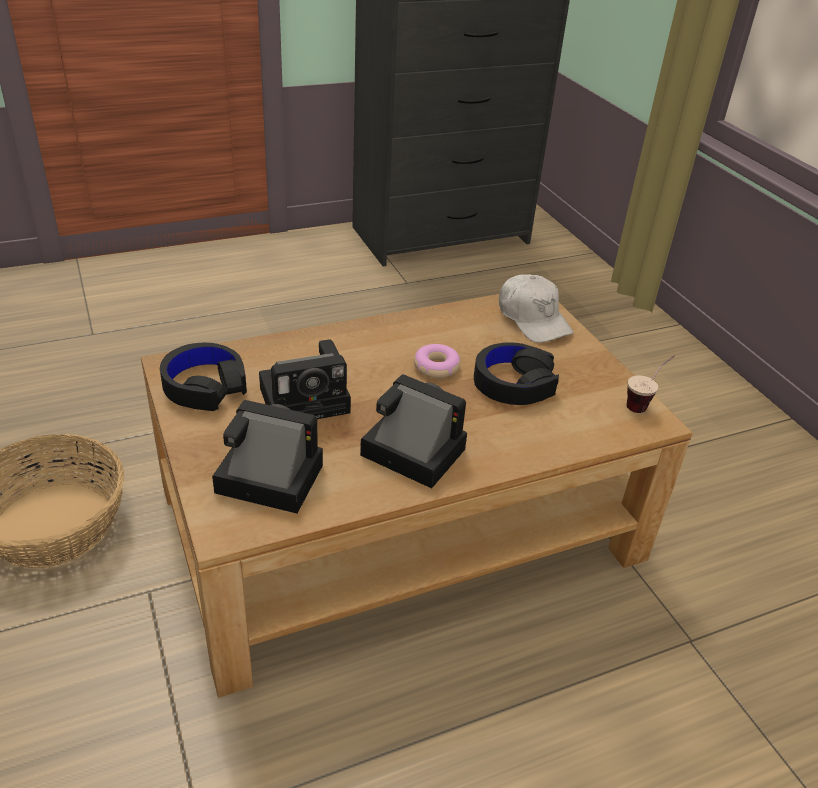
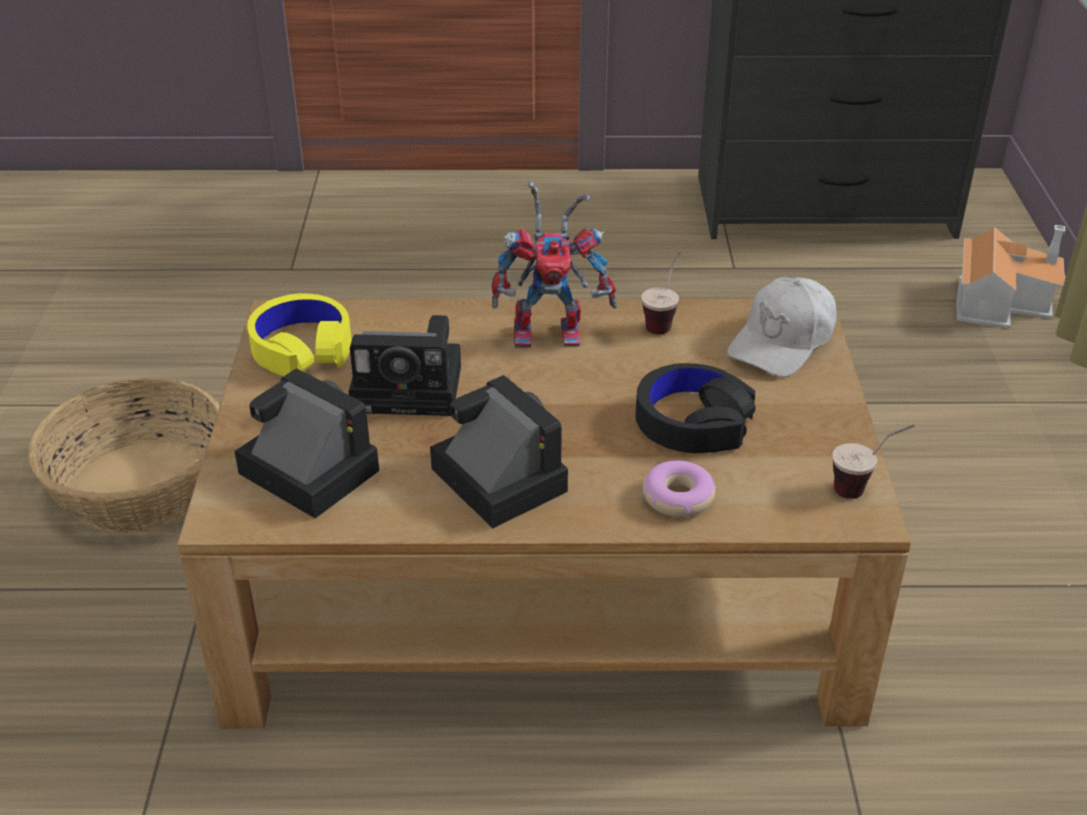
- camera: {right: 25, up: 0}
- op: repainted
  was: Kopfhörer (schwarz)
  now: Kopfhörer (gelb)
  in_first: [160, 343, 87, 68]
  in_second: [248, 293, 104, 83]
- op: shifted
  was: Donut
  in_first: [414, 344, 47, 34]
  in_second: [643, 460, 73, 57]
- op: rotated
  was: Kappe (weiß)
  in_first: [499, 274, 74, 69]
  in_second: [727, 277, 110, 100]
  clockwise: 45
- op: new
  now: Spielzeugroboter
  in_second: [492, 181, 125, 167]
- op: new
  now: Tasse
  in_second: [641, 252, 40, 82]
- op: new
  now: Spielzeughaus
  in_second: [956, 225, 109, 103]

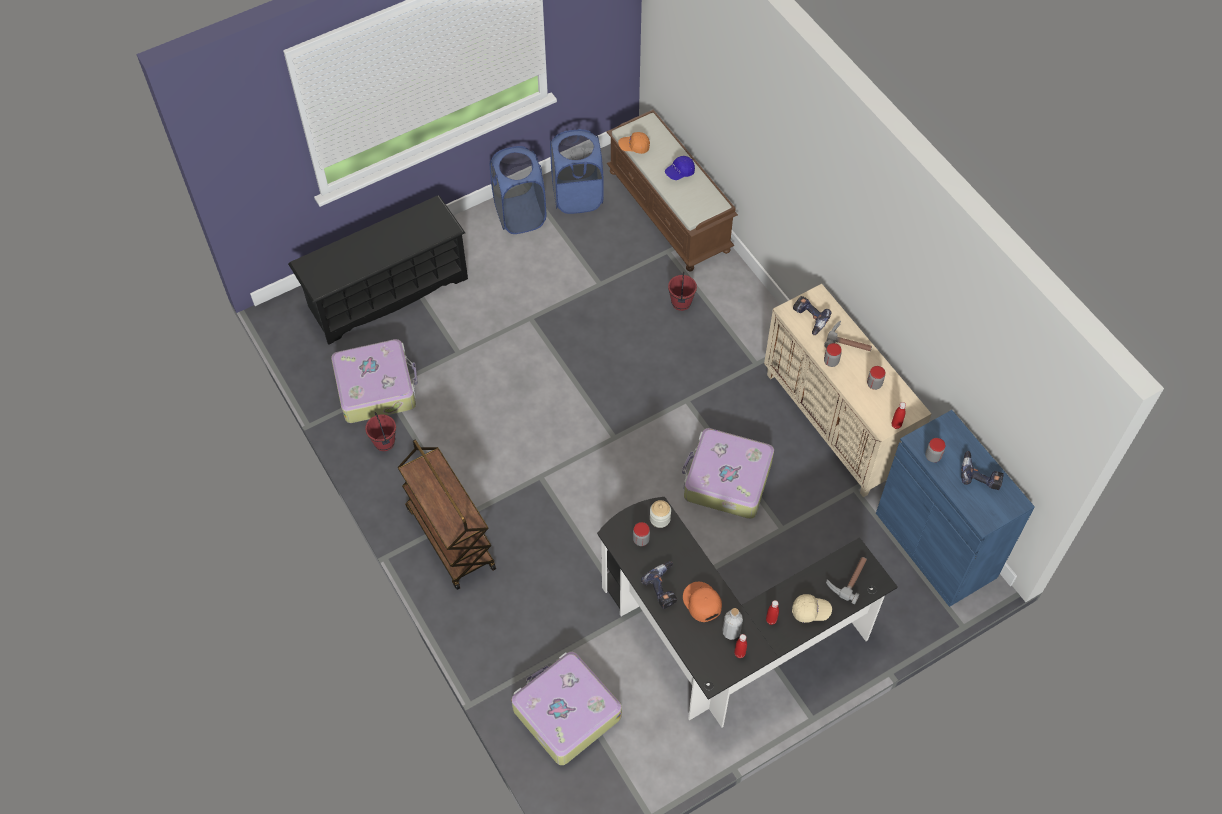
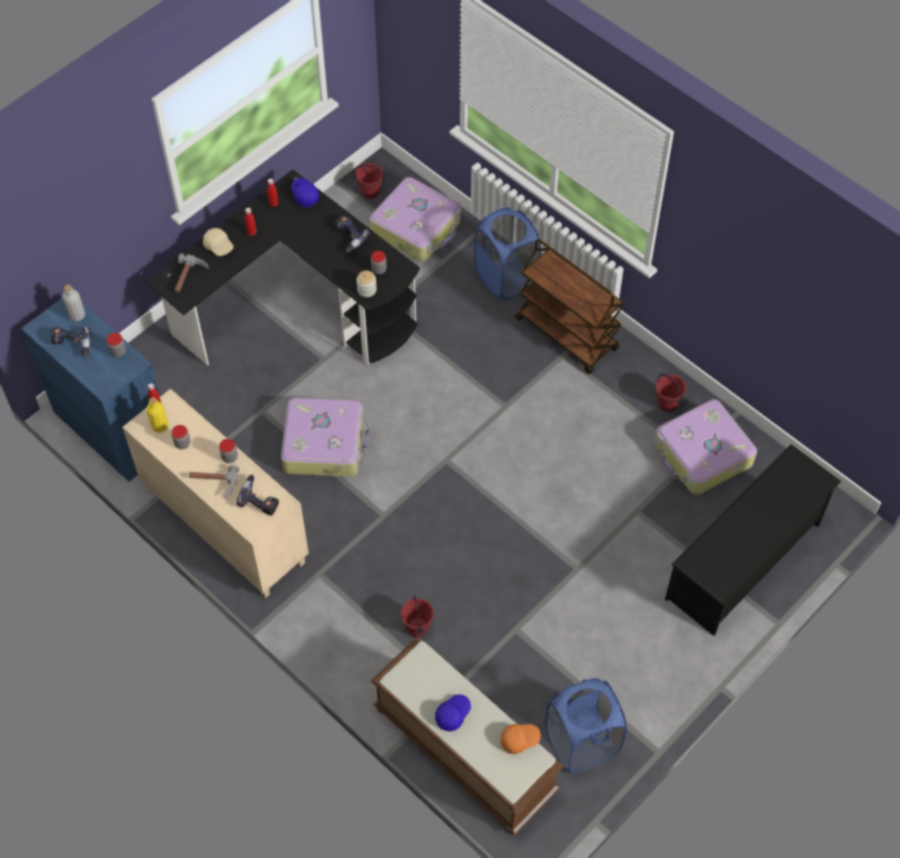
- camera: {right: 165, up: 0}
- op: shifted
  was: Wäschekorb (blau)
  in_first: [490, 146, 56, 88]
  in_second: [474, 207, 67, 93]
- op: gone
  was: Kappe (orange)
  in_first: [683, 582, 39, 40]
- op: shifted
  was: Flasche (grau)
  in_first: [722, 608, 21, 32]
  in_second: [62, 285, 23, 36]
- op: rotated
  was: Kappe (beige)
  in_first: [792, 594, 40, 29]
  in_second: [203, 228, 31, 28]
  clockwise: -120
- op: new
  now: Flasche (gelb)
  in_second: [147, 397, 21, 36]
- op: new
  now: Kappe (blau)
  in_second: [291, 178, 28, 29]
- op: new
  now: Eimer (rot)
  in_second: [354, 163, 32, 36]

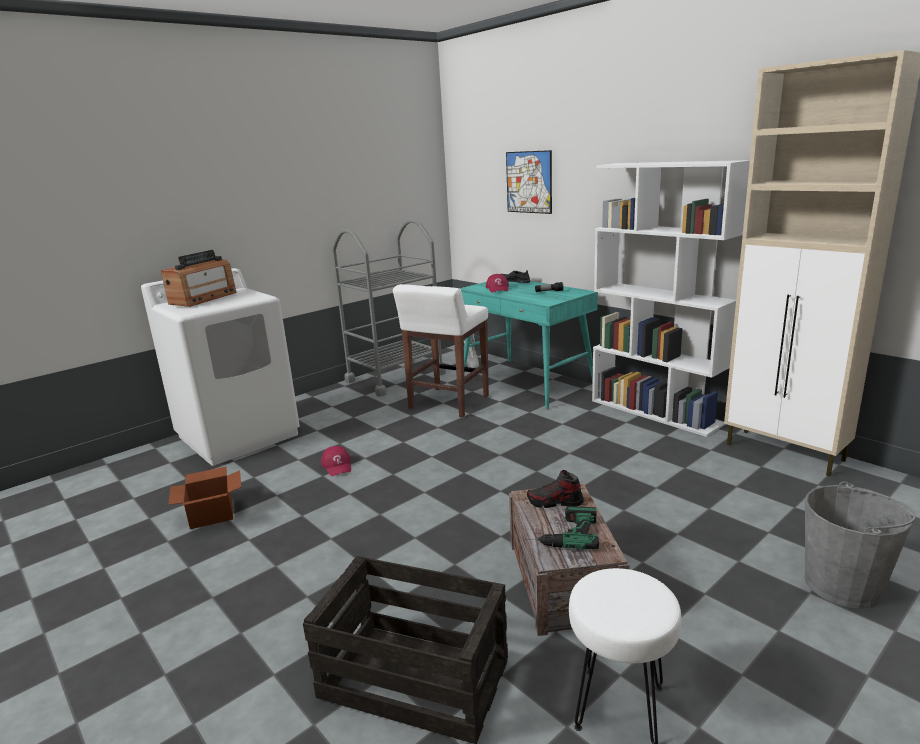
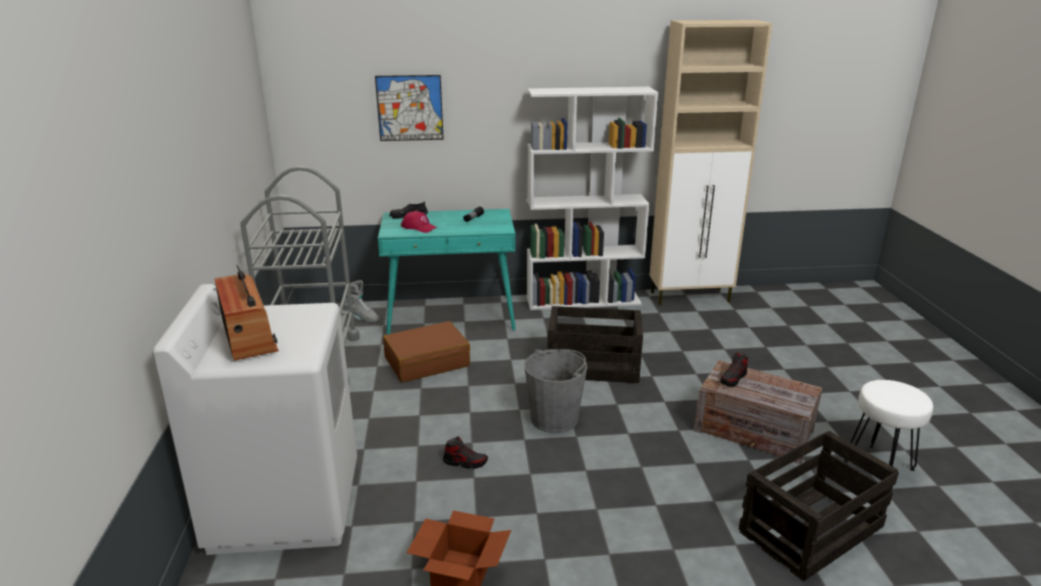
- camera: {right: -55, up: 5}
- op: swapped
  was: Kappe (rot)
  now: Schuh
  in_first: [321, 446, 30, 30]
  in_second: [443, 437, 45, 32]
- op: swapped
  was: Hocker (weiß)
  now: Koffer (braun)
  in_first: [393, 284, 96, 133]
  in_second: [383, 321, 87, 62]
- op: gone
  was: Bohrmaschine
  in_first: [526, 506, 73, 43]
- op: shifted
  was: Eimer (grau)
  in_first: [804, 481, 112, 128]
  in_second: [524, 349, 63, 84]
- op: new
  now: Kiste
  in_second: [547, 306, 96, 77]

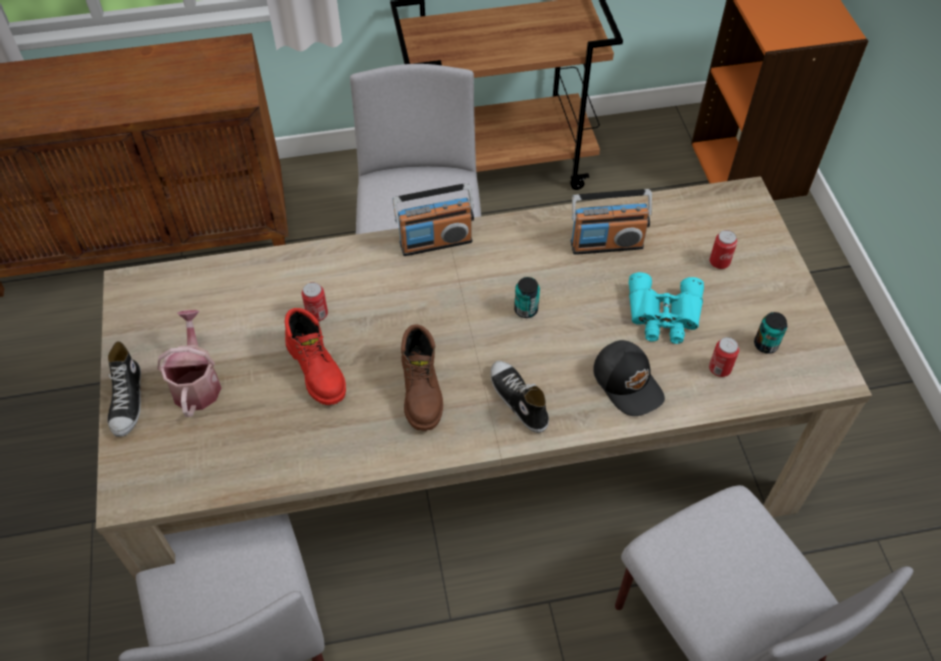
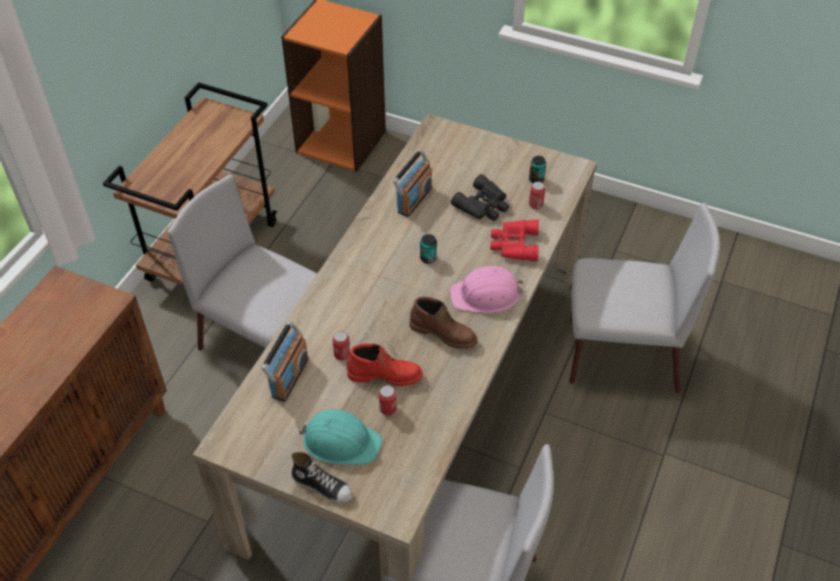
- camera: {right: -55, up: -5}
- op: swapped
  was: Gießkanne
  now: Schutzhelm (türkis)
  in_first: [157, 310, 64, 107]
  in_second: [298, 409, 84, 56]
- op: shifted
  was: Radio
  in_first: [392, 183, 82, 73]
  in_second: [261, 321, 48, 81]
- op: swapped
  was: Schuh
  now: Schutzhelm (rosa)
  in_first: [491, 361, 58, 72]
  in_second: [450, 266, 73, 47]
- op: swapped
  was: Kappe (schwarz)
  now: Fernglas (rot)
  in_first: [593, 340, 72, 76]
  in_second: [490, 220, 49, 41]
- op: repainted
  was: Fernglas (türkis)
  now: Fernglas (schwarz)
  in_first: [629, 272, 75, 72]
  in_second: [451, 174, 58, 47]
- op: shifted
  was: Dose
  in_first: [709, 230, 28, 39]
  in_second: [379, 385, 18, 30]

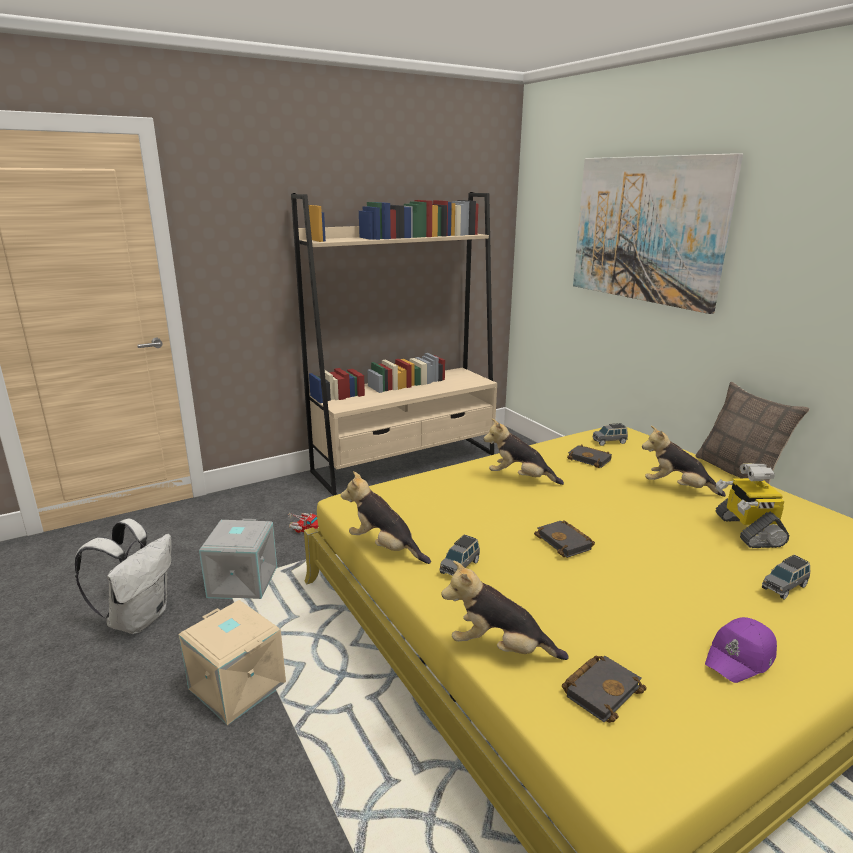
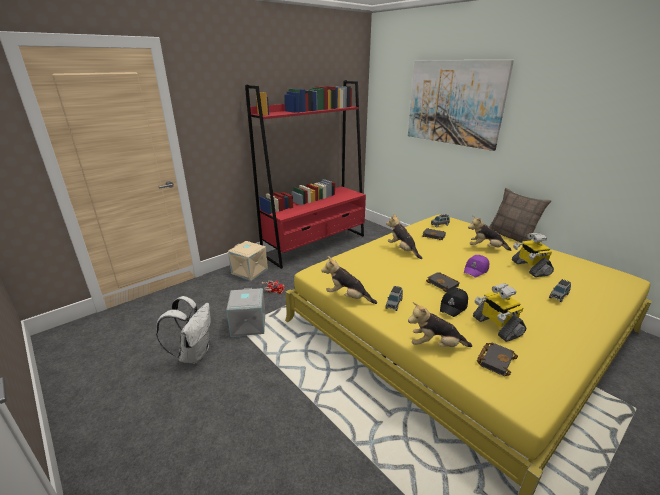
- camera: {right: -10, up: 5}
- op: shifted
  was: Aufbewahrungsbox (beige)
  in_first: [179, 600, 107, 125]
  in_second: [228, 241, 40, 40]
- op: repainted
  was: Bücherregal (beige)
  now: Bücherregal (rot)
  in_first: [291, 192, 206, 304]
  in_second: [245, 80, 121, 189]
- op: rotated
  was: Plüschtier
  in_first: [483, 419, 81, 66]
  in_second: [386, 213, 36, 46]
  clockwise: 45
- op: shifted
  was: Kappe (lila)
  in_first: [705, 617, 72, 66]
  in_second: [464, 255, 25, 22]
- op: new
  now: Kappe (schwarz)
  in_second: [440, 288, 28, 29]
- op: new
  now: Spielzeugroboter
  in_second: [473, 283, 53, 59]

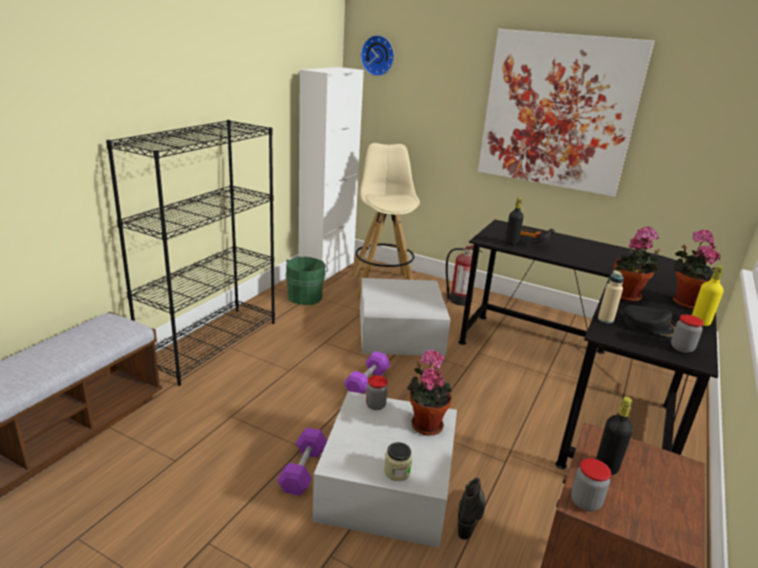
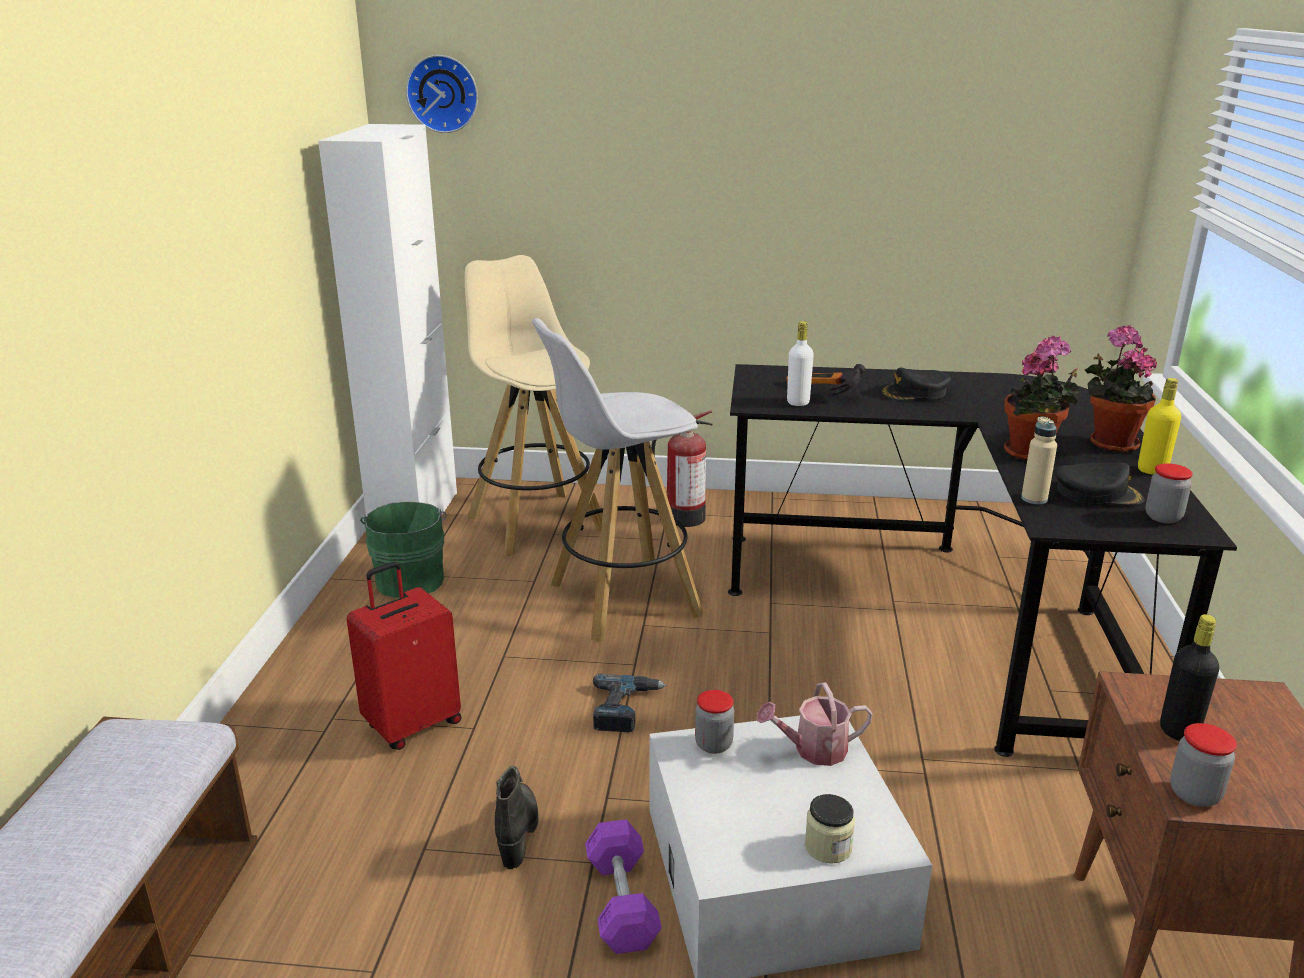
- camera: {right: -20, up: 0}
- op: gone
  was: Bücherregal (schwarz)
  in_first: [106, 120, 169, 266]
- op: swapped
  was: Hantel (lila)
  now: Bohrmaschine
  in_first: [344, 351, 46, 43]
  in_second: [593, 674, 73, 58]
- op: swapped
  was: Aufbewahrungsbox (weiß)
  now: Hocker (weiß)
  in_first: [360, 278, 91, 78]
  in_second: [532, 318, 171, 325]
- op: swapped
  was: Topfpflanze
  now: Gießkanne
  in_first: [407, 350, 45, 86]
  in_second: [757, 682, 116, 84]
- op: shifted
  was: Stiefel (schwarz)
  in_first: [458, 477, 27, 63]
  in_second: [495, 766, 44, 103]
- op: gone
  was: Bild
  in_first: [478, 29, 176, 168]
- op: repainted
  was: Flasche (schwarz)
  now: Flasche (weiß)
  in_first: [505, 198, 19, 48]
  in_second: [787, 321, 27, 85]
- op: new
  now: Koffer (rot)
  in_second: [347, 562, 115, 188]
- op: new
  now: Kappe (schwarz)
  in_second: [880, 367, 71, 33]

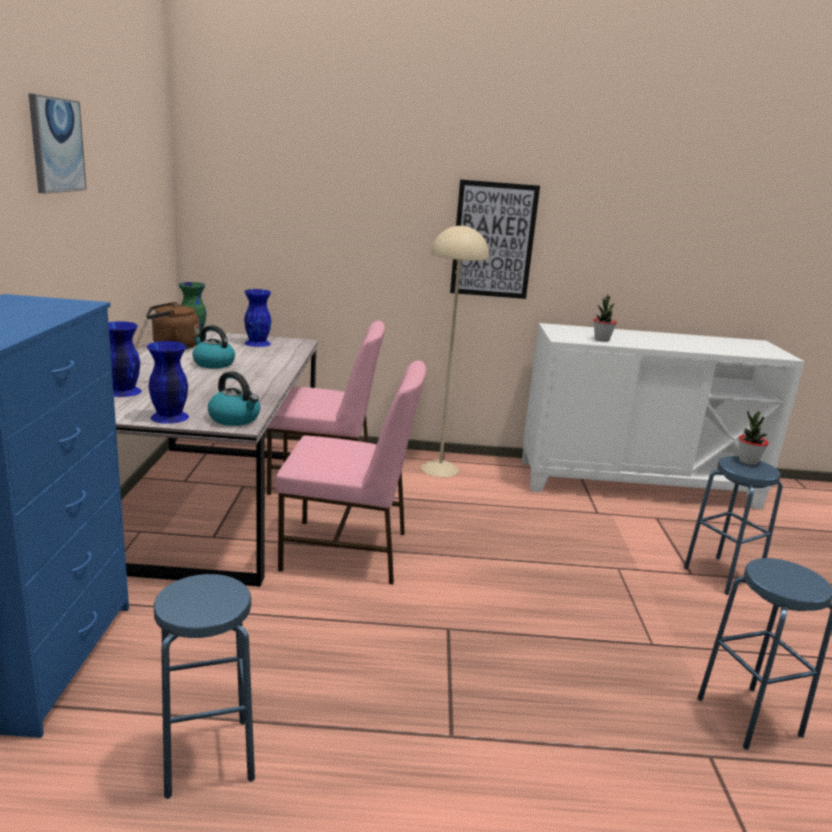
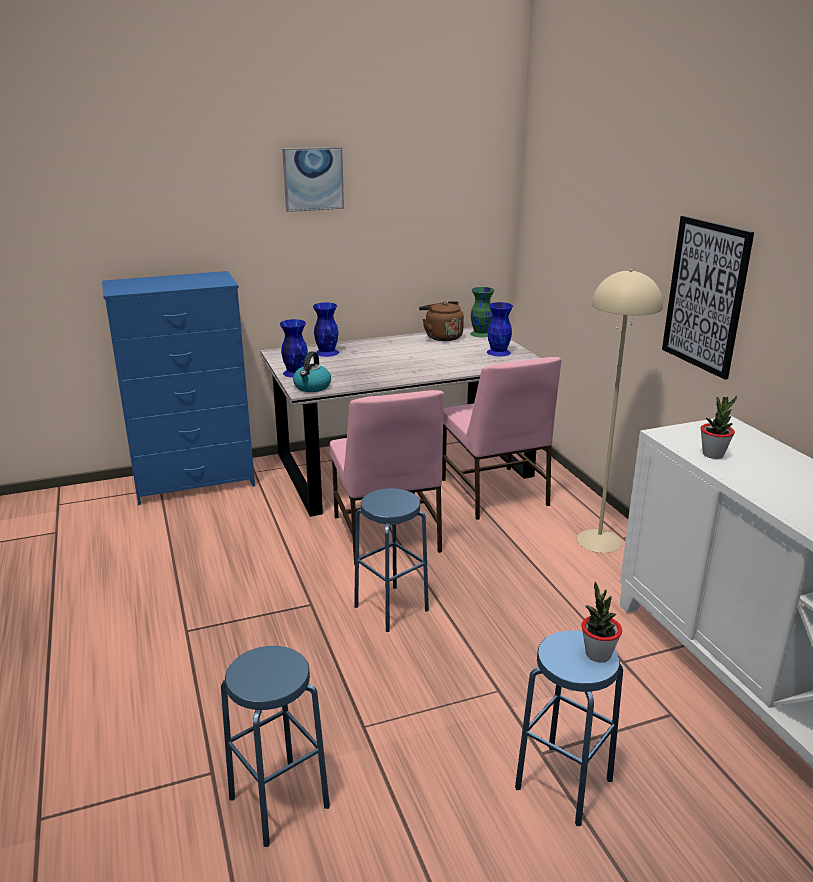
- camera: {right: 70, up: 5}
- op: shifted
  was: Hocker (blau)
  in_first: [154, 574, 101, 225]
  in_second: [354, 488, 75, 144]
- op: gone
  was: Wasserkessel
  in_first: [192, 325, 43, 44]

